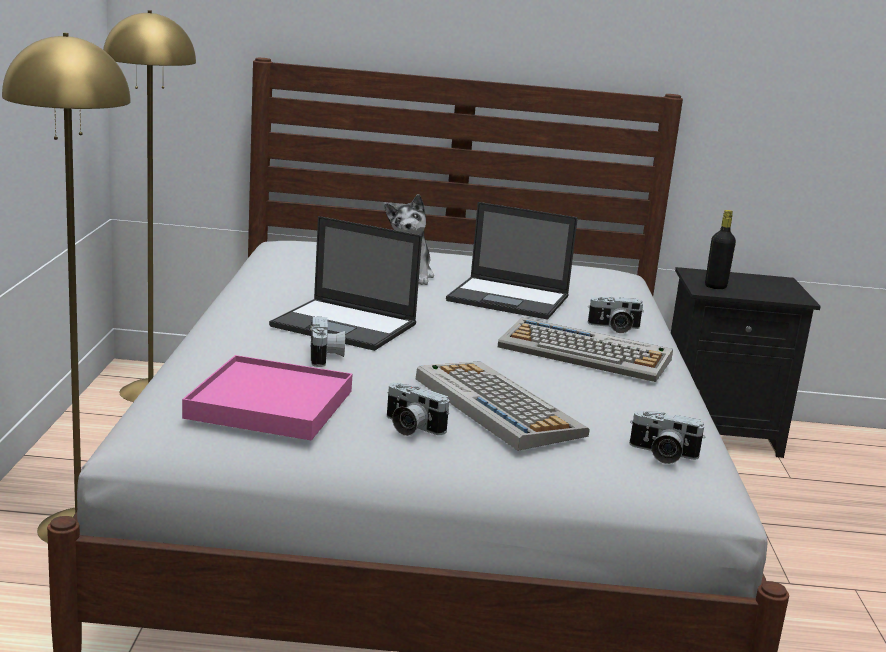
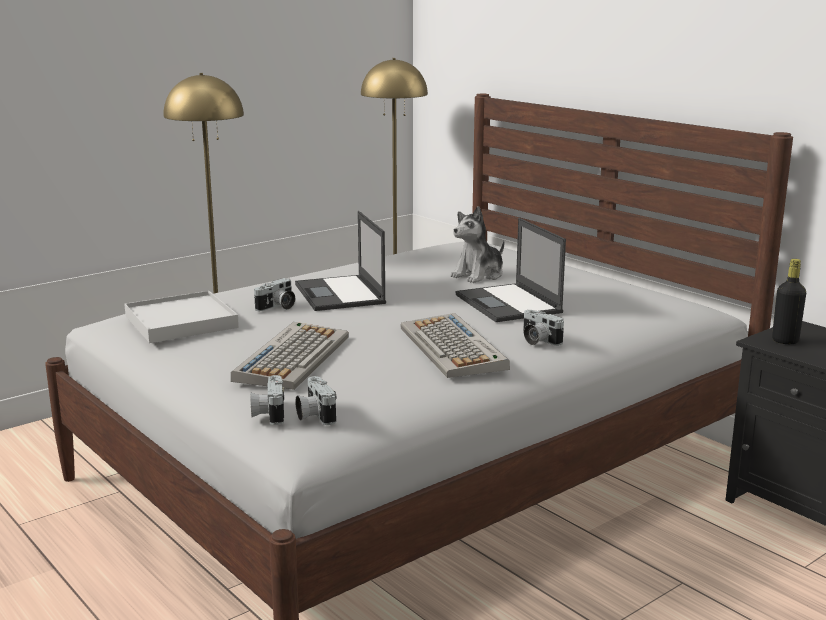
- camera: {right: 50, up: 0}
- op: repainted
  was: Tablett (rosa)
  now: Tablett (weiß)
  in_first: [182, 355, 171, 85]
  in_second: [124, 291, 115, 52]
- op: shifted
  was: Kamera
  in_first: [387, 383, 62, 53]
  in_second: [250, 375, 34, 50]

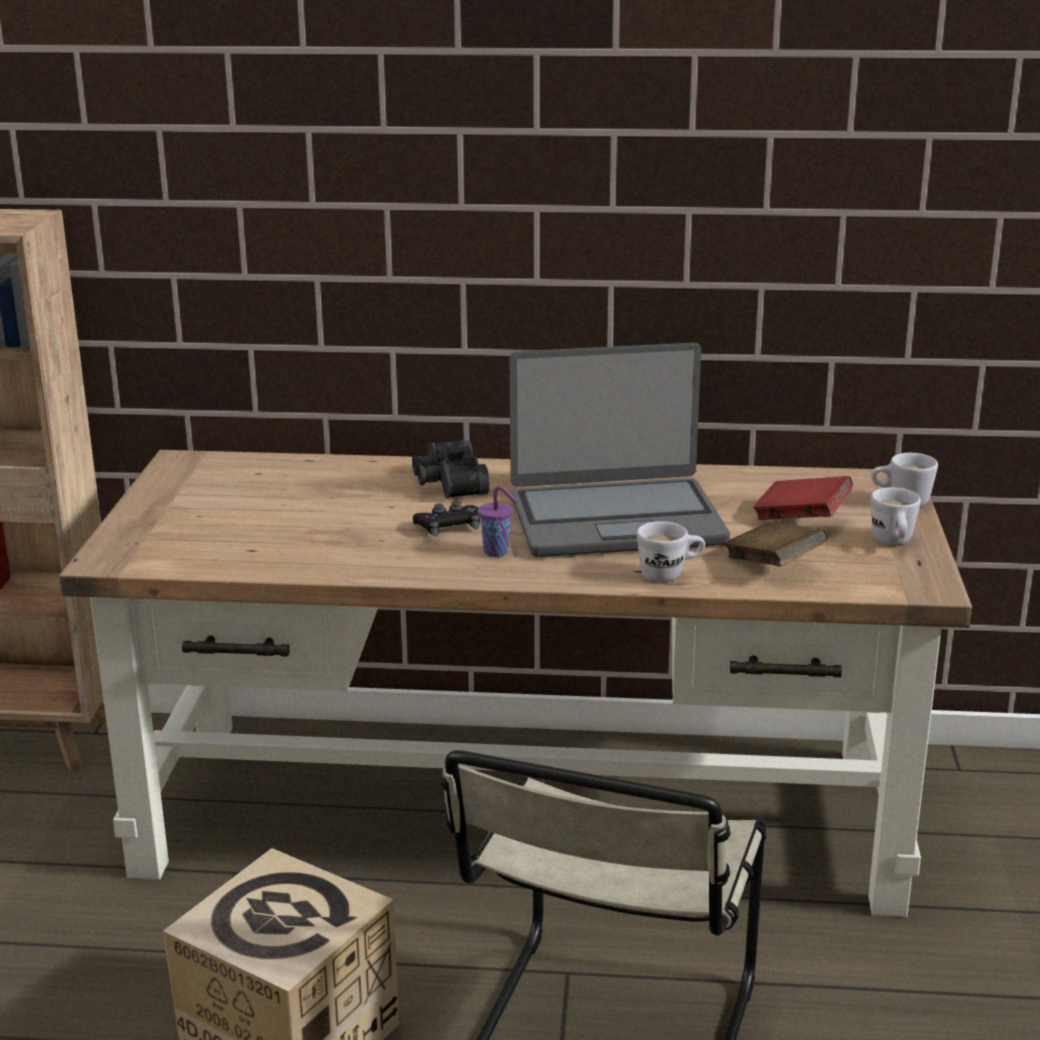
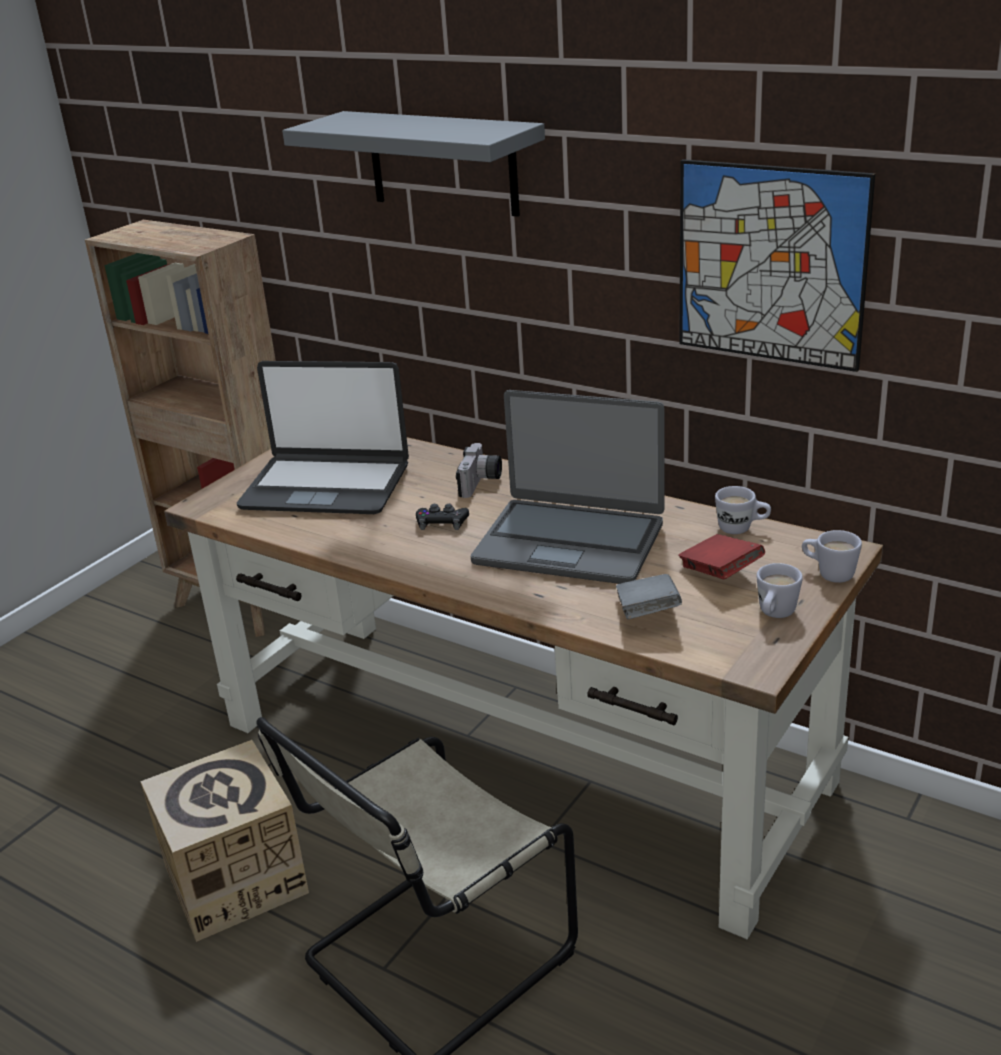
- camera: {right: 30, up: 5}
- op: swapped
  was: Fernglas (schwarz)
  now: Kamera
  in_first: [412, 439, 78, 59]
  in_second: [456, 443, 46, 55]
- op: gone
  was: Tasse (lila)
  in_first: [478, 486, 38, 71]
- op: shifted
  was: Henkelbecher (weiß)
  in_first: [637, 521, 68, 61]
  in_second: [715, 486, 56, 48]
- op: repainted
  was: Buch (braun)
  now: Buch (grau)
  in_first: [724, 522, 104, 45]
  in_second: [616, 574, 66, 45]
- op: new
  now: Laptop
  in_second: [237, 361, 172, 153]
- op: new
  now: Wandregal (grau)
  in_second: [282, 111, 263, 106]
- op: new
  now: Bild
  in_second: [679, 159, 196, 213]

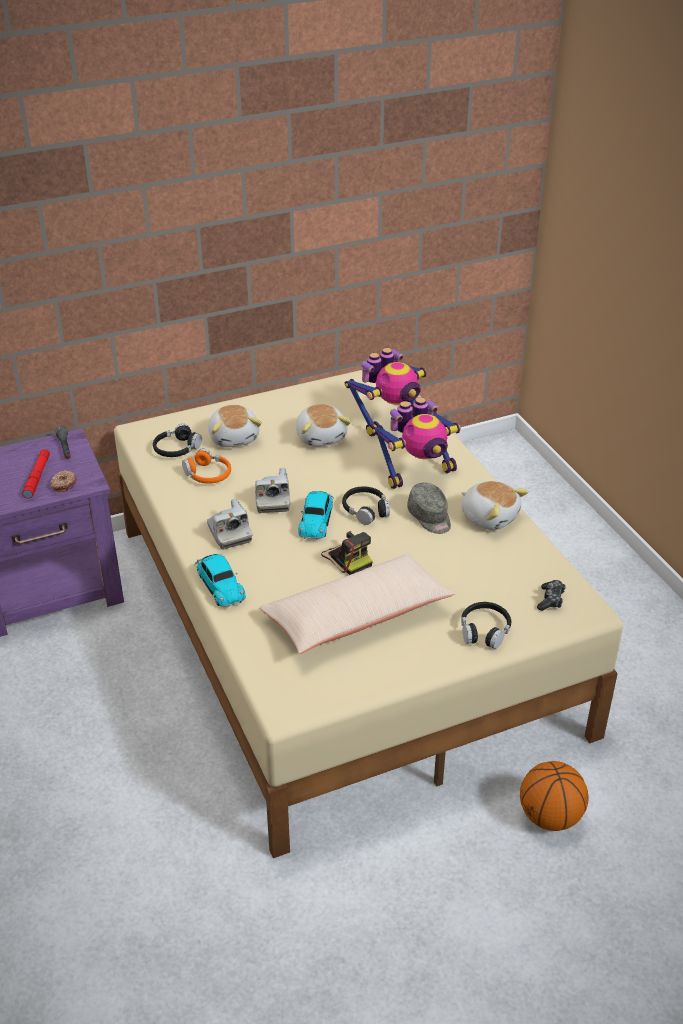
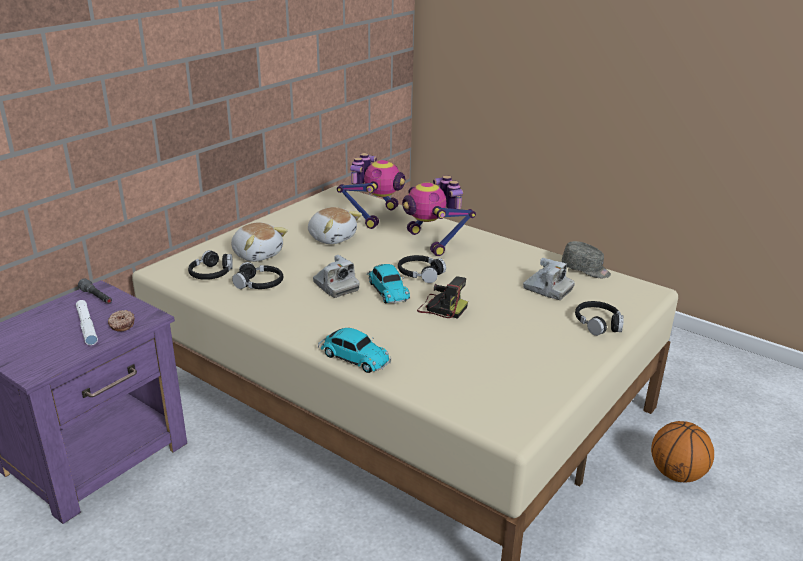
- camera: {right: -30, up: -10}
- op: repainted
  was: Taschenlampe (rot)
  now: Taschenlampe (weiß)
  in_first: [22, 449, 28, 50]
  in_second: [76, 300, 22, 45]
- op: repainted
  was: Kopfhörer (orange)
  now: Kopfhörer (schwarz)
  in_first: [182, 449, 49, 35]
  in_second: [232, 262, 51, 27]
- op: shifted
  was: Kamera
  in_first: [207, 498, 45, 52]
  in_second: [523, 258, 52, 42]
- op: gone
  was: Kissen (beige)
  in_first: [259, 553, 196, 101]
- op: rotated
  was: Spielzeugroboter
  in_first: [372, 397, 89, 92]
  in_second: [402, 175, 74, 81]
  clockwise: 120
- op: shifted
  was: Kappe (grau)
  in_first: [407, 483, 44, 51]
  in_second: [562, 241, 49, 37]
- op: gone
  was: Plüschtier
  in_first: [462, 481, 67, 49]
- op: gone
  was: Gamepad
  in_first: [537, 580, 29, 31]

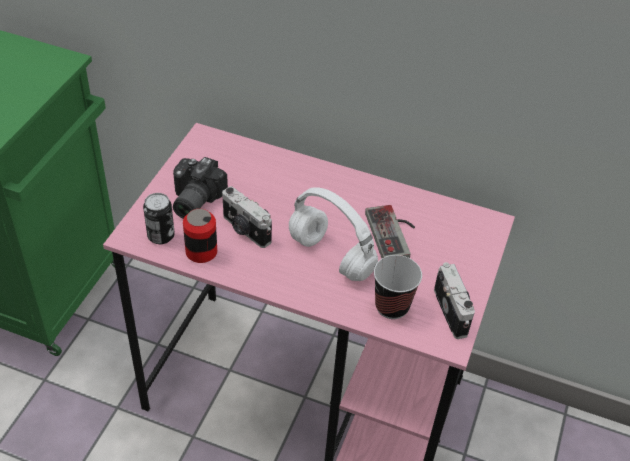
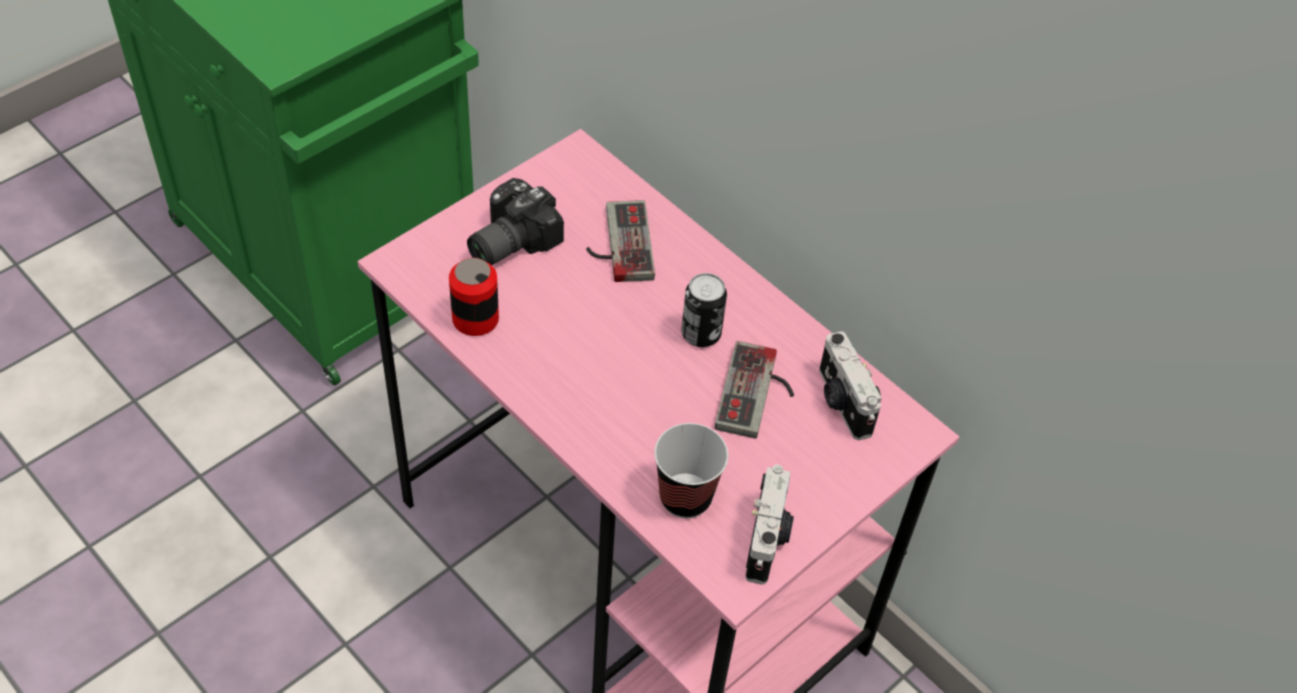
- camera: {right: 25, up: 5}
- op: shifted
  was: Dose
  in_first: [143, 193, 32, 51]
  in_second: [681, 273, 46, 74]
- op: shifted
  was: Kamera
  in_first: [222, 186, 50, 62]
  in_second: [819, 331, 62, 109]
- op: gone
  was: Kopfhörer (weiß)
  in_first: [289, 187, 89, 94]
- op: new
  now: Gamepad
  in_second: [586, 200, 69, 82]

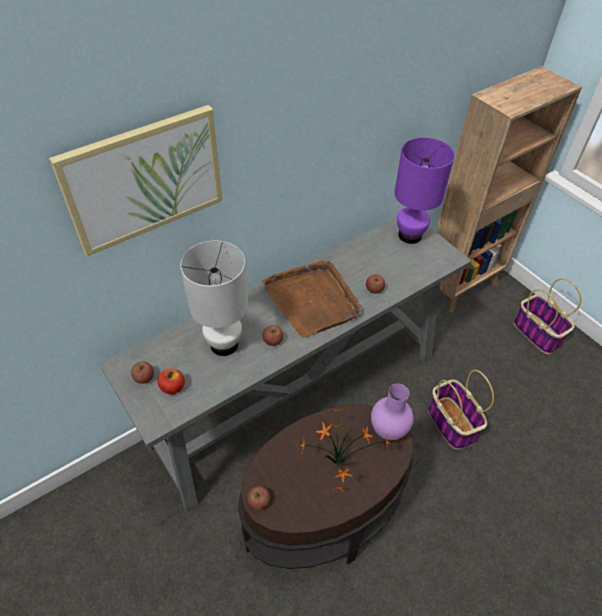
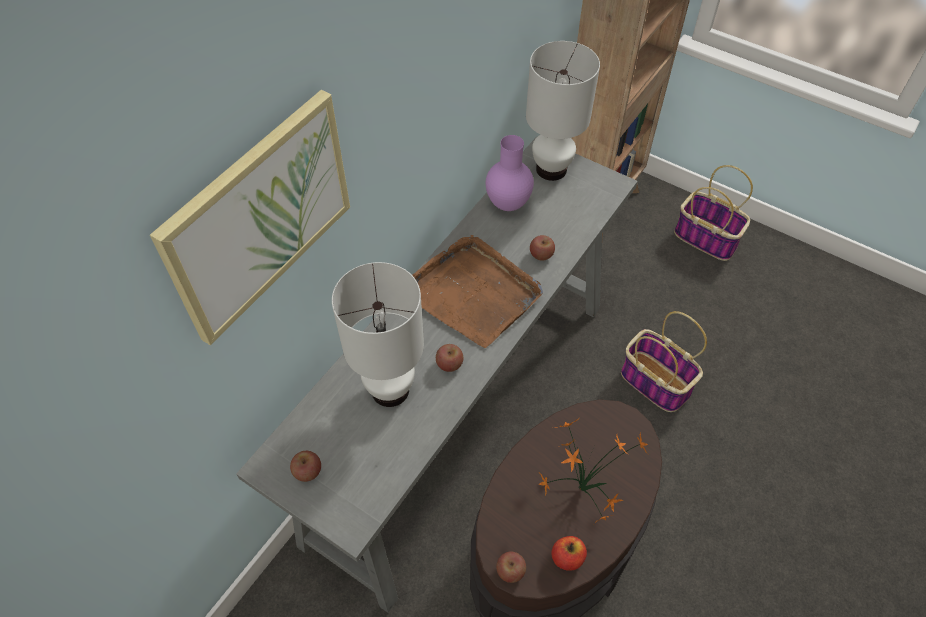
- camera: {right: -20, up: 5}
- op: shifted
  was: Apfel
  in_first: [157, 369, 28, 26]
  in_second: [551, 536, 36, 35]
- op: shifted
  was: Vase (lila)
  in_first: [371, 384, 43, 56]
  in_second: [486, 135, 48, 76]
- op: repainted
  was: Tischlampe (lila)
  now: Tischlampe (weiß)
  in_first: [394, 138, 61, 106]
  in_second: [526, 41, 74, 140]

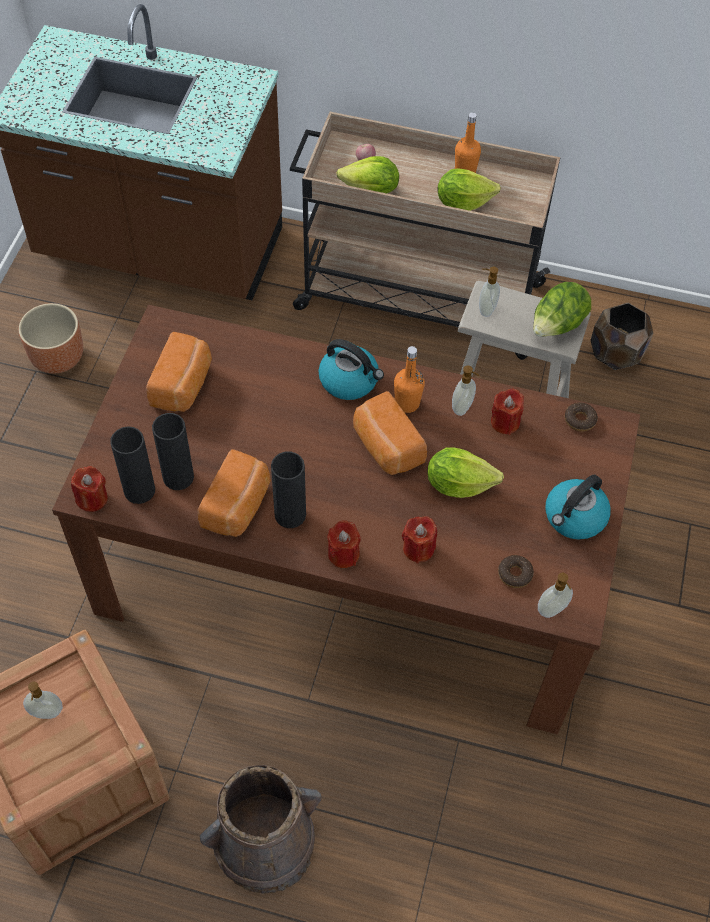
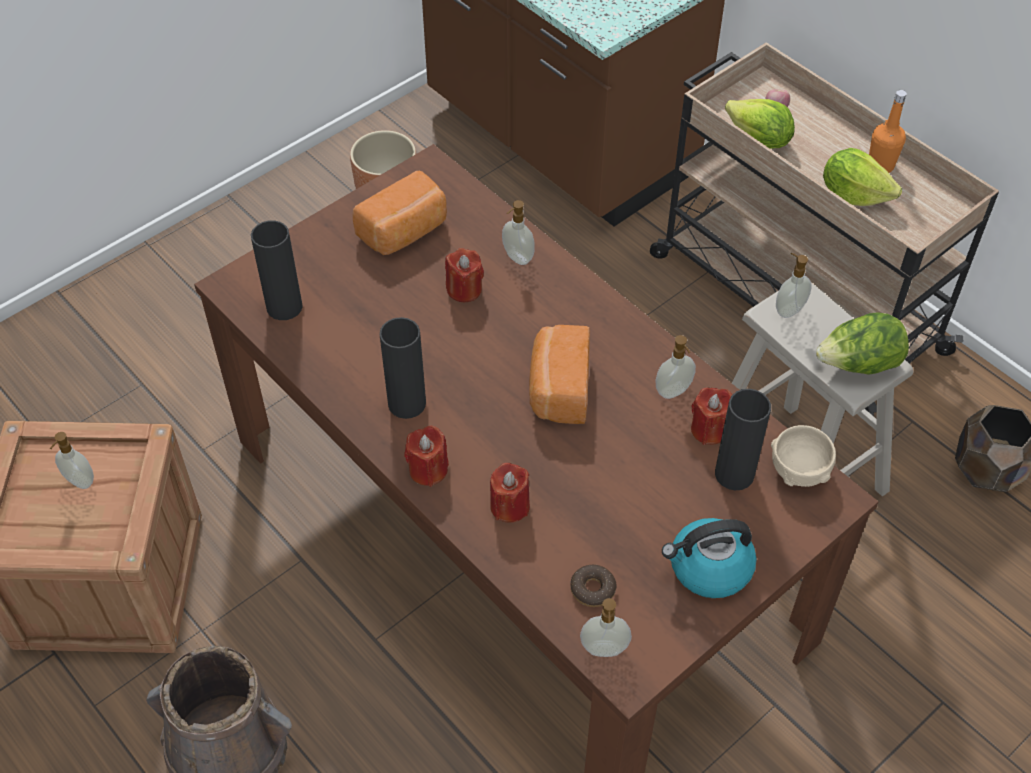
- camera: {right: 35, up: -5}
- op: shifted
  was: Kerze (rot)
  in_first: [71, 466, 37, 46]
  in_second: [445, 248, 39, 54]
- op: shifted
  was: Vase (schwarz)
  in_first: [152, 413, 42, 77]
  in_second: [715, 389, 56, 101]
- op: gone
  was: Brot
  in_first: [197, 449, 74, 88]
- op: gone
  was: Wasserkessel
  in_first: [319, 339, 65, 61]
- op: gone
  was: Flasche (orange)
  in_first: [394, 346, 31, 67]
- op: gone
  was: Salatkopf
  in_first: [427, 447, 77, 51]
- op: swapped
  was: Donut
  now: Schüssel (beige)
  in_first: [565, 402, 33, 30]
  in_second: [771, 425, 65, 62]
- op: new
  now: Seifenspender
  in_second: [502, 200, 33, 65]

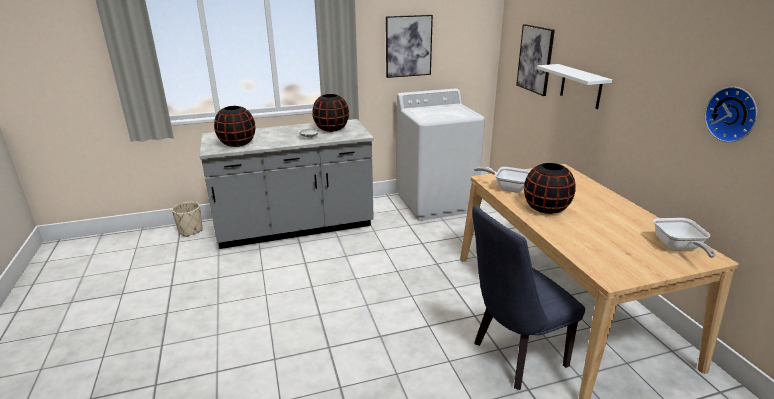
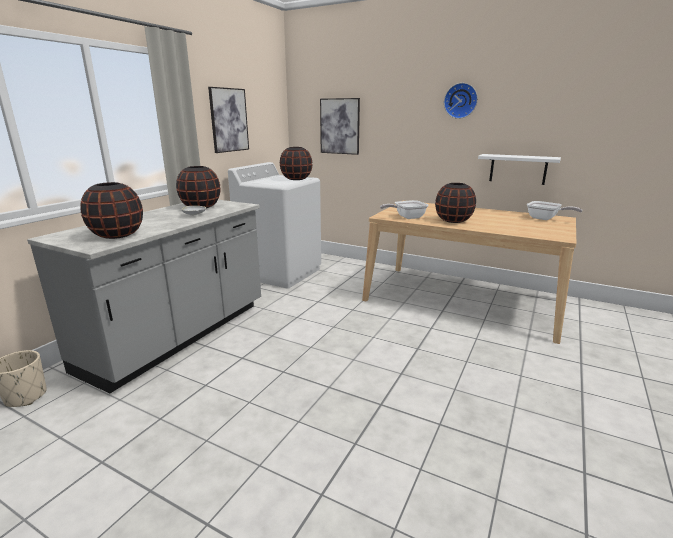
- camera: {right: -45, up: -5}
- op: gone
  was: Stuhl (blau)
  in_first: [472, 205, 113, 185]
- op: shifted
  was: Wandregal (weiß)
  in_first: [537, 64, 75, 45]
  in_second: [478, 154, 83, 31]
- op: shifted
  was: Wanduhr
  in_first: [705, 87, 52, 55]
  in_second: [444, 83, 34, 36]
- op: new
  now: Vase (schwarz)
  in_second: [280, 147, 32, 33]

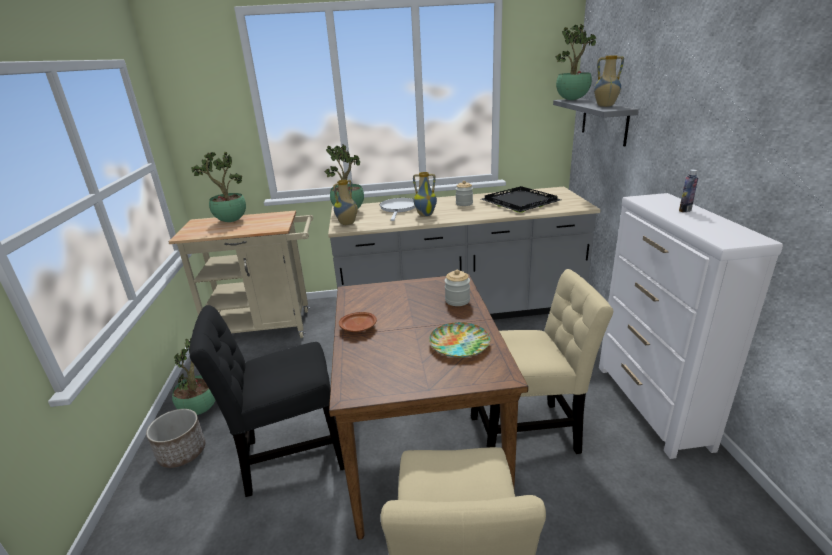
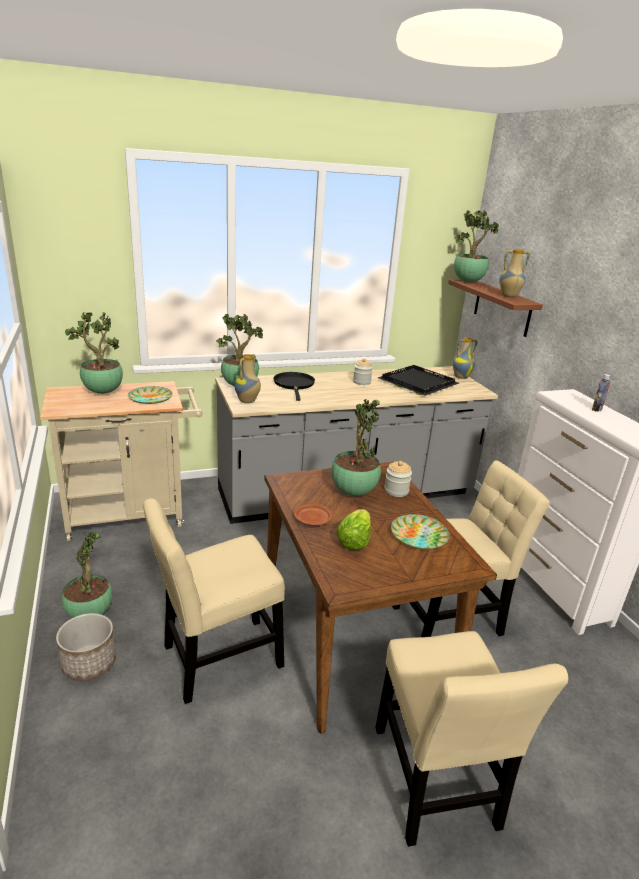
- camera: {right: -15, up: 0}
- op: repainted
  was: Stuhl (schwarz)
  now: Stuhl (beige)
  in_first: [189, 305, 156, 192]
  in_second: [143, 498, 142, 206]
- op: repainted
  was: Pfanne (weiß)
  now: Pfanne (schwarz)
  in_first: [380, 198, 36, 23]
  in_second: [273, 372, 42, 29]
- op: shifted
  was: Vase
  in_first: [413, 172, 24, 44]
  in_second: [452, 337, 25, 42]
- op: repainted
  was: Wandregal (grau)
  now: Wandregal (braun)
  in_first: [553, 98, 86, 49]
  in_second: [448, 279, 95, 58]
- op: new
  now: Teller
  in_second: [128, 386, 45, 18]
- op: new
  now: Topfpflanze
  in_second: [331, 399, 50, 97]
- op: new
  now: Salatkopf
  in_second: [336, 509, 35, 41]

